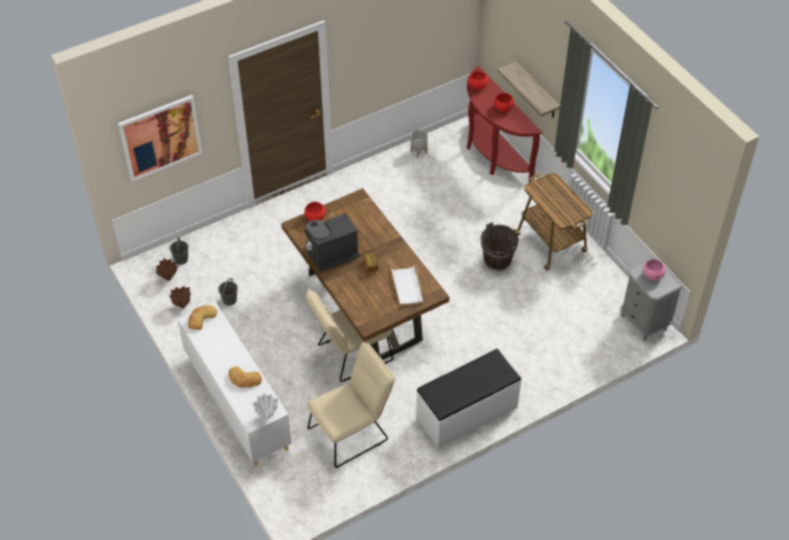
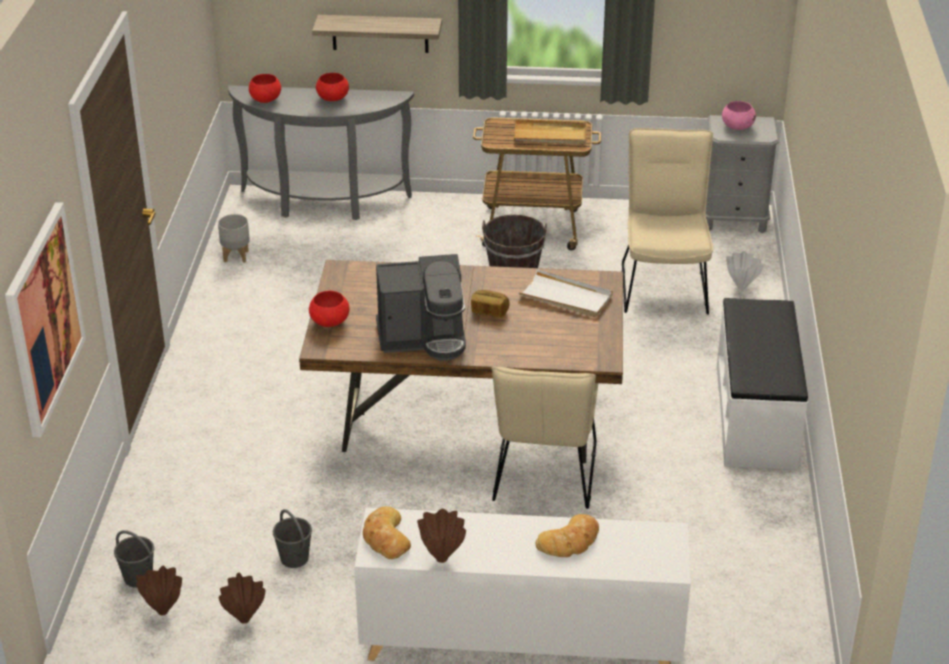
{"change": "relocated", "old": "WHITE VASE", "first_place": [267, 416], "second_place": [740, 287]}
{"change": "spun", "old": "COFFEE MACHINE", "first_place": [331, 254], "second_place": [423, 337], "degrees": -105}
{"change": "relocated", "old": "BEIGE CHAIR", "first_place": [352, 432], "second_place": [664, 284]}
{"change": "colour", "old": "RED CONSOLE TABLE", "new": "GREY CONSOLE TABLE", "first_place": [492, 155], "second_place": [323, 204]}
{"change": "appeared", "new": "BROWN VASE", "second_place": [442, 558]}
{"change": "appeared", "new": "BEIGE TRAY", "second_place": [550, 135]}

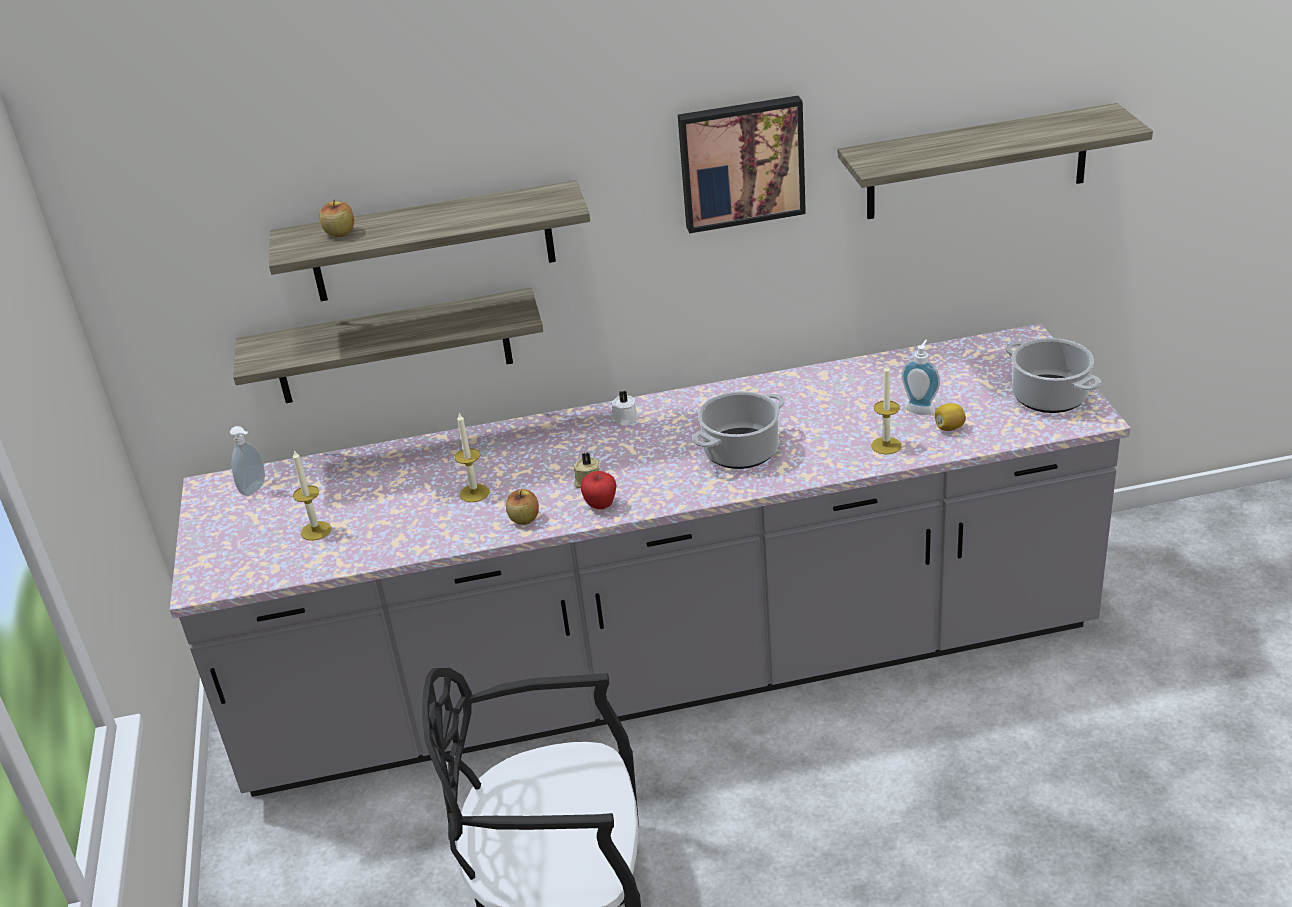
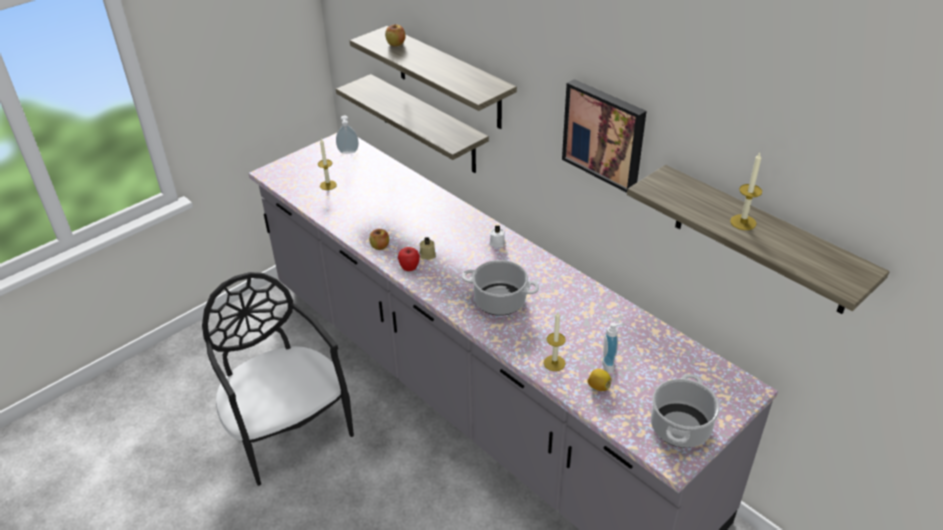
{"change": "relocated", "old": "CANDLE", "first_place": [474, 493], "second_place": [743, 222]}

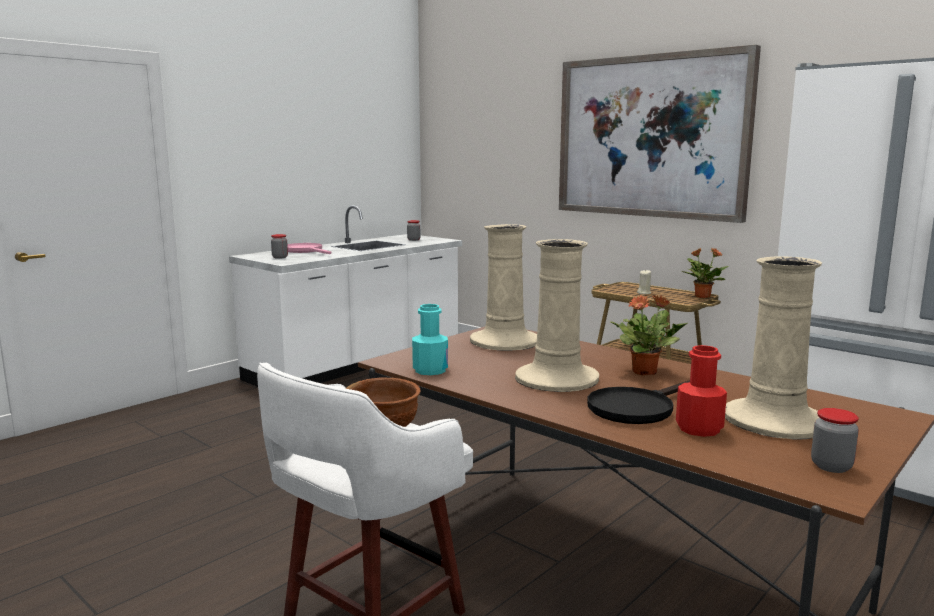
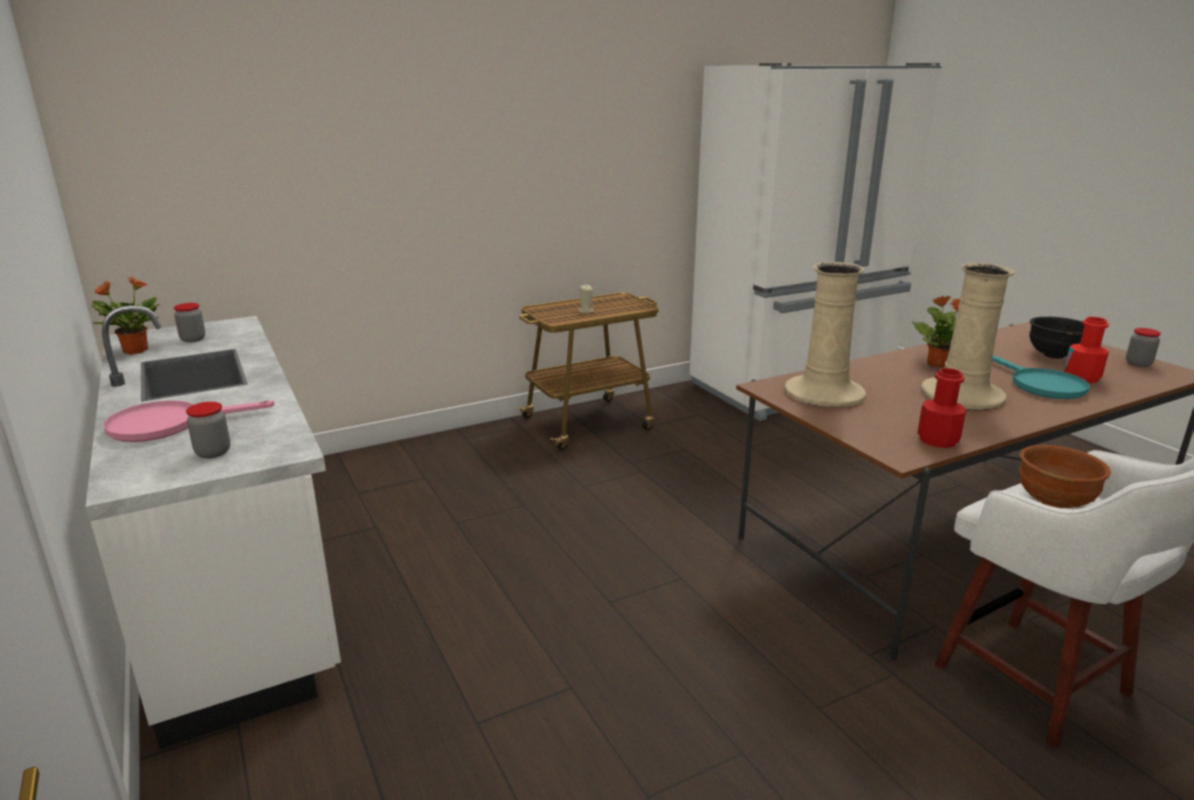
{"change": "colour", "old": "TURQUOISE BOTTLE", "new": "RED BOTTLE", "first_place": [430, 370], "second_place": [938, 440]}
{"change": "missing", "old": "PICTURE", "first_place": [651, 137]}
{"change": "colour", "old": "BLACK FRYING PAN", "new": "TURQUOISE FRYING PAN", "first_place": [637, 408], "second_place": [1039, 384]}
{"change": "relocated", "old": "POTTED PLANT", "first_place": [702, 296], "second_place": [134, 351]}
{"change": "exchanged", "old": "BEIGE VASE", "new": "BLACK BOWL", "first_place": [775, 421], "second_place": [1054, 356]}

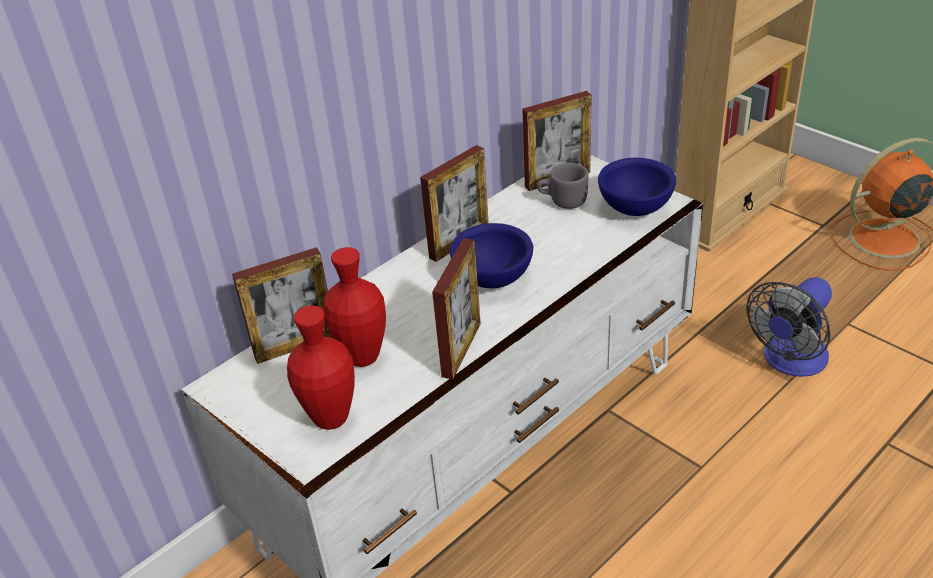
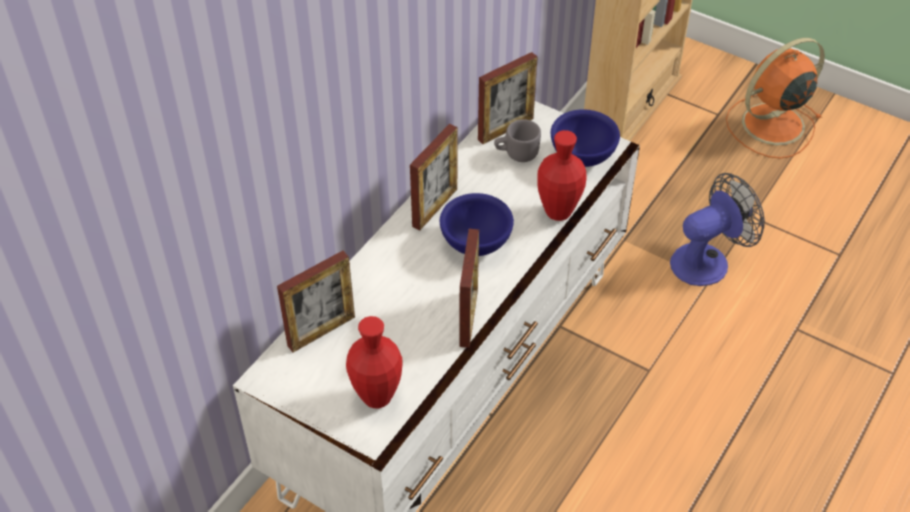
{"change": "relocated", "old": "RED VASE", "first_place": [363, 357], "second_place": [558, 212]}
{"change": "spun", "old": "FAN", "first_place": [790, 361], "second_place": [708, 260], "degrees": -150}

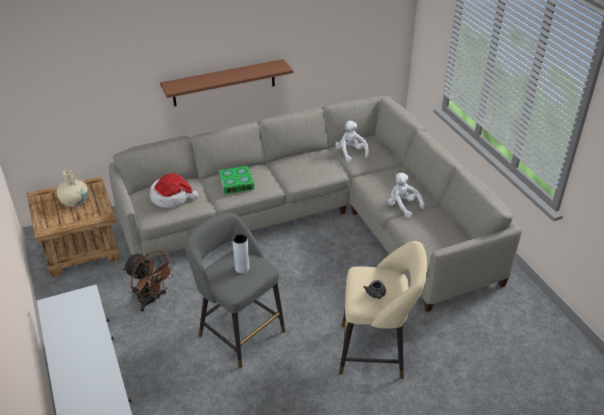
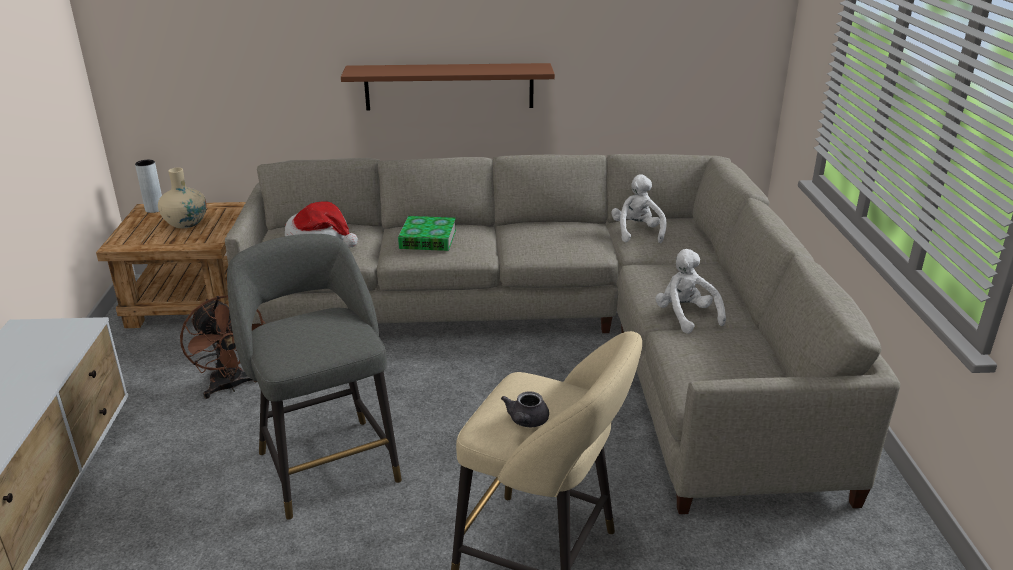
{"change": "relocated", "old": "GREY VASE", "first_place": [242, 268], "second_place": [154, 209]}

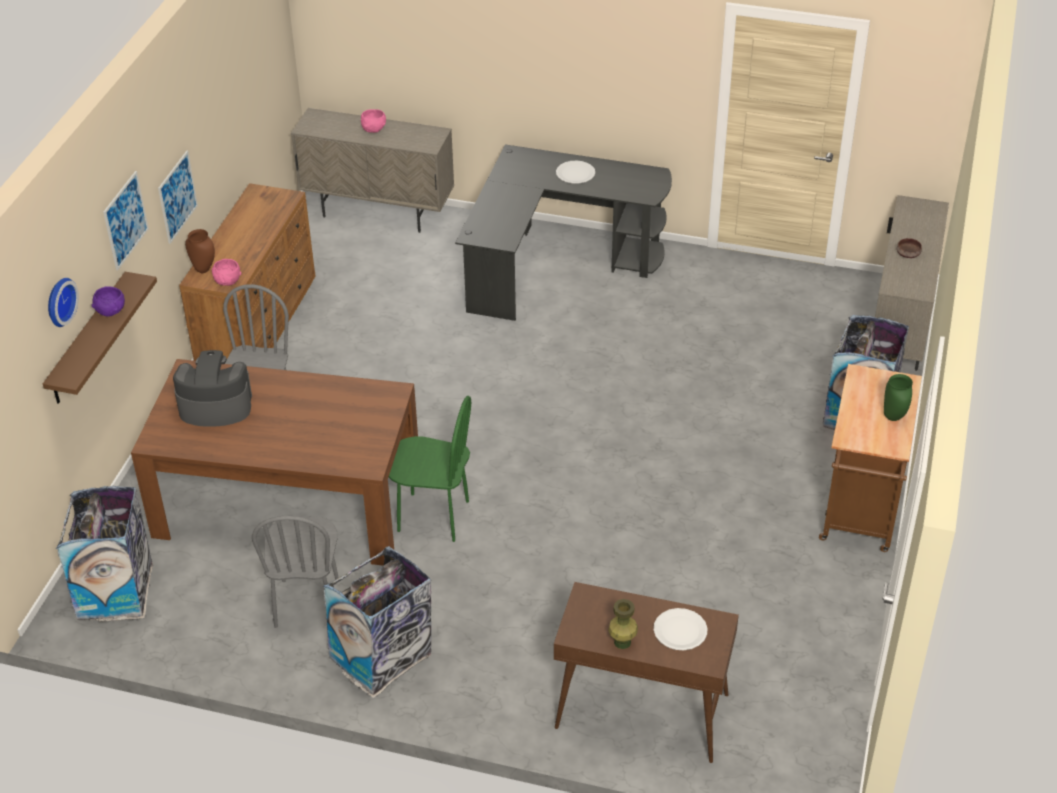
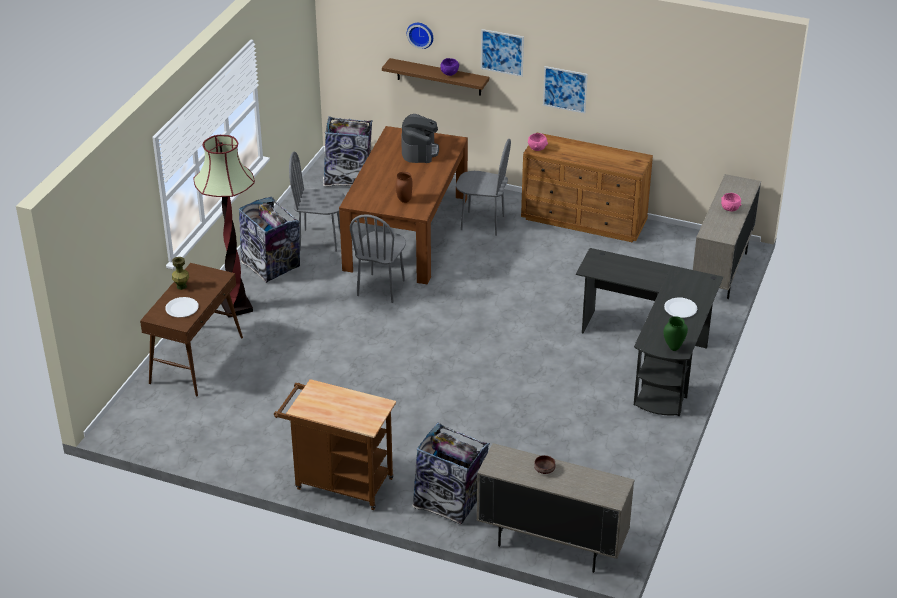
{"change": "relocated", "old": "BROWN VASE", "first_place": [203, 270], "second_place": [404, 200]}
{"change": "colour", "old": "GREEN CHAIR", "new": "GREY CHAIR", "first_place": [433, 516], "second_place": [381, 288]}
{"change": "relocated", "old": "GREEN VASE", "first_place": [894, 417], "second_place": [673, 348]}
{"change": "appeared", "new": "FLOOR LAMP", "second_place": [236, 307]}

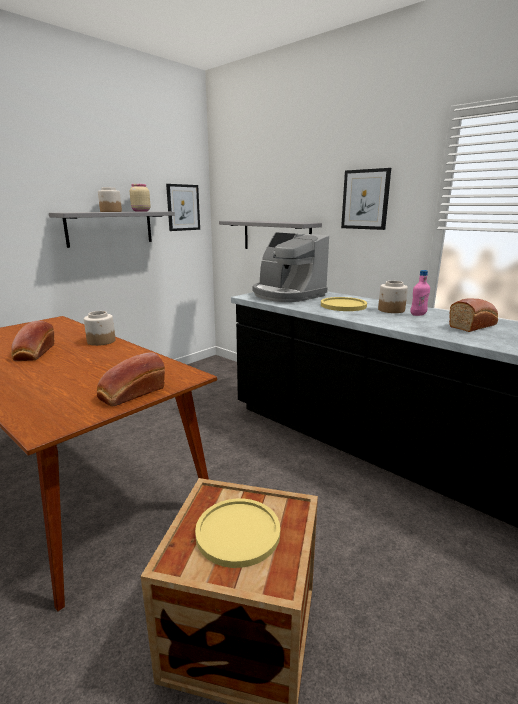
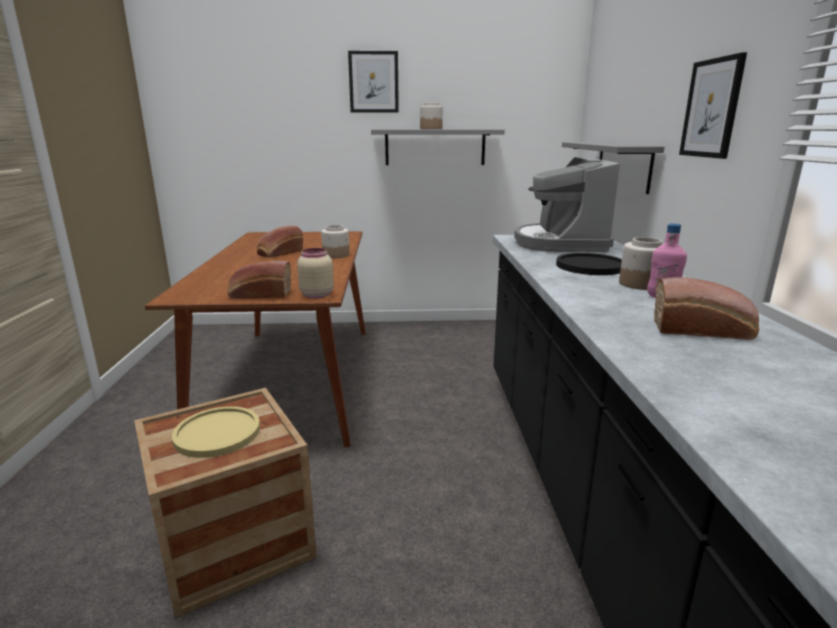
{"change": "relocated", "old": "BEIGE JAR", "first_place": [140, 211], "second_place": [316, 295]}
{"change": "relocated", "old": "PICTURE", "first_place": [183, 207], "second_place": [373, 82]}
{"change": "colour", "old": "YELLOW PLATE", "new": "BLACK PLATE", "first_place": [343, 305], "second_place": [590, 266]}

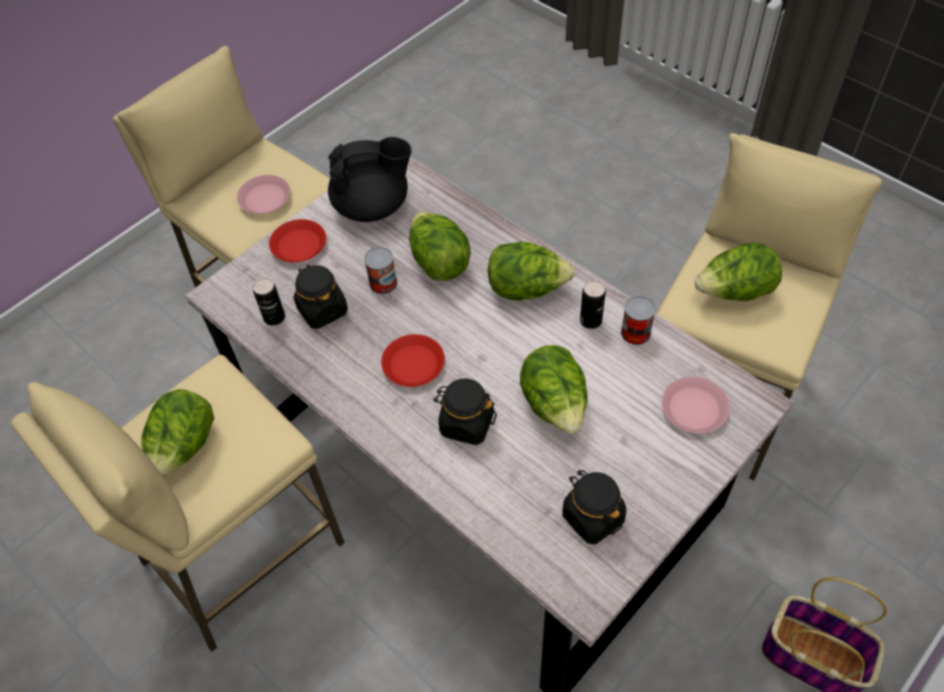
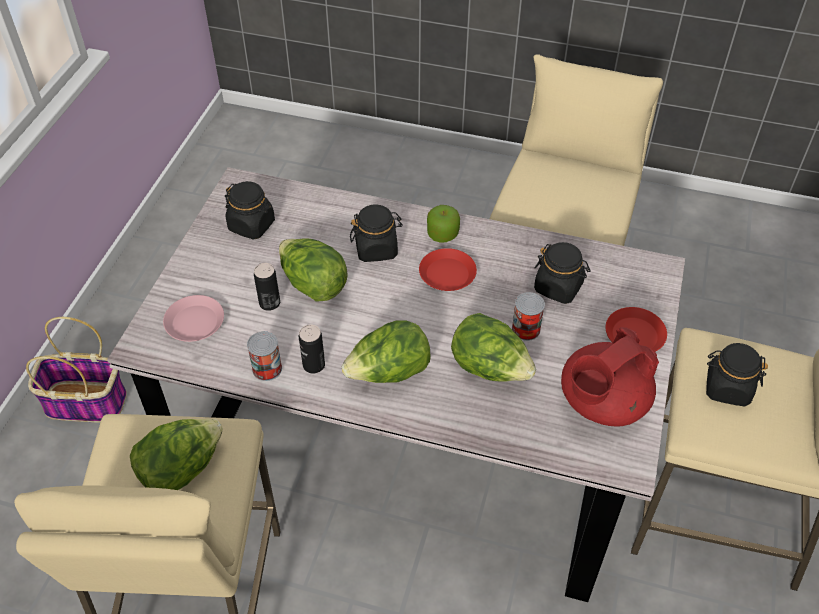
{"change": "missing", "old": "LETTUCE", "first_place": [185, 448]}
{"change": "exchanged", "old": "PINK PLATE", "new": "BLACK JAR", "first_place": [264, 199], "second_place": [727, 388]}
{"change": "relocated", "old": "CAN", "first_place": [274, 317], "second_place": [269, 303]}
{"change": "colour", "old": "BLACK TEAPOT", "new": "RED TEAPOT", "first_place": [373, 206], "second_place": [601, 403]}
{"change": "appeared", "new": "APPLE", "second_place": [442, 234]}

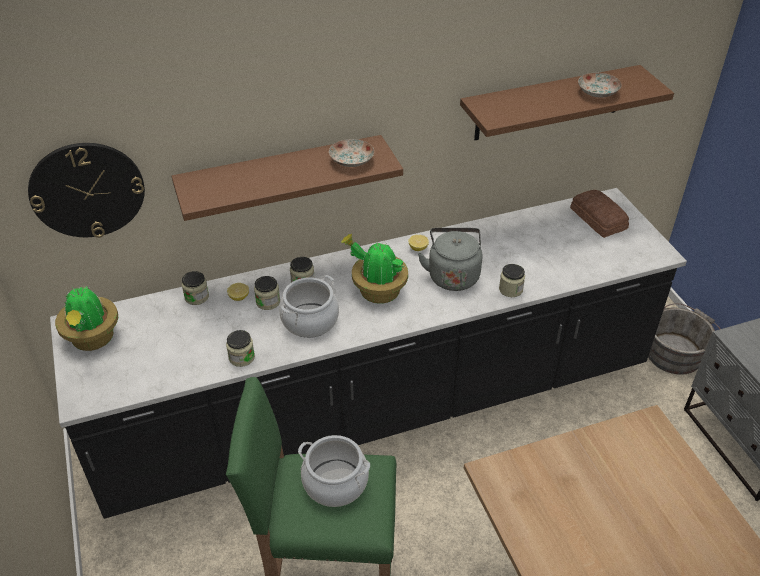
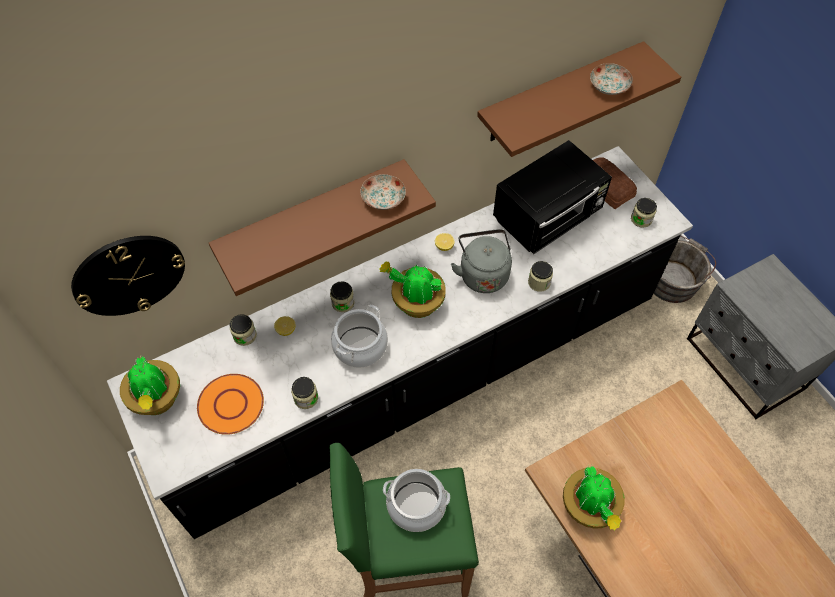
{"change": "relocated", "old": "JAR", "first_place": [268, 302], "second_place": [641, 219]}
{"change": "appeared", "new": "ORANGE PLATE", "second_place": [231, 405]}
{"change": "appeared", "new": "BLACK MICROWAVE", "second_place": [548, 217]}
{"change": "appeared", "new": "POTTED PLANT", "second_place": [589, 508]}

